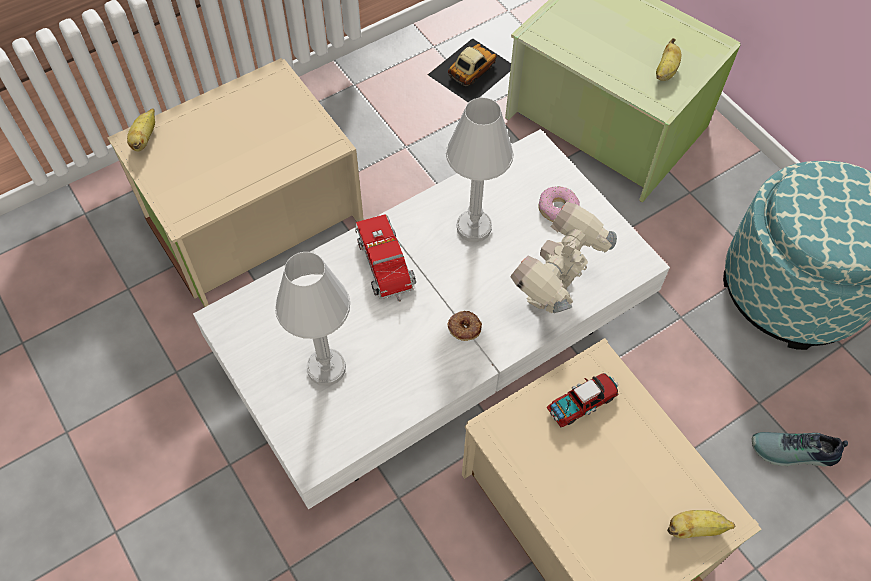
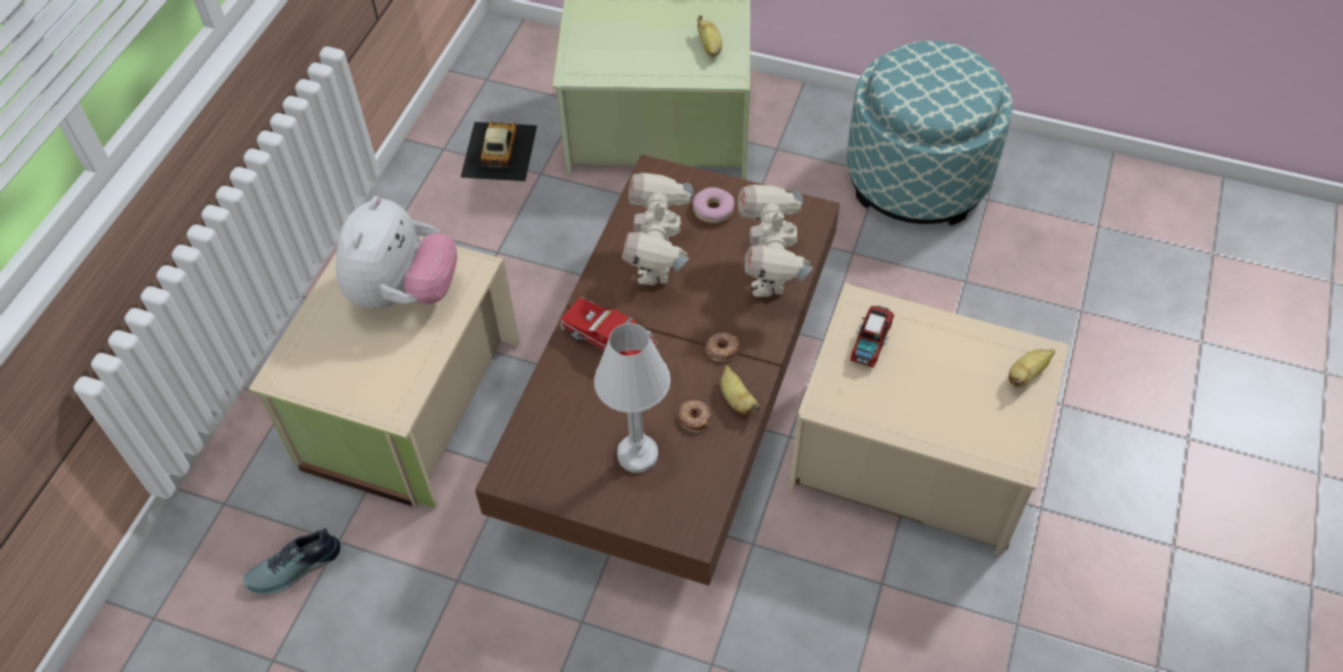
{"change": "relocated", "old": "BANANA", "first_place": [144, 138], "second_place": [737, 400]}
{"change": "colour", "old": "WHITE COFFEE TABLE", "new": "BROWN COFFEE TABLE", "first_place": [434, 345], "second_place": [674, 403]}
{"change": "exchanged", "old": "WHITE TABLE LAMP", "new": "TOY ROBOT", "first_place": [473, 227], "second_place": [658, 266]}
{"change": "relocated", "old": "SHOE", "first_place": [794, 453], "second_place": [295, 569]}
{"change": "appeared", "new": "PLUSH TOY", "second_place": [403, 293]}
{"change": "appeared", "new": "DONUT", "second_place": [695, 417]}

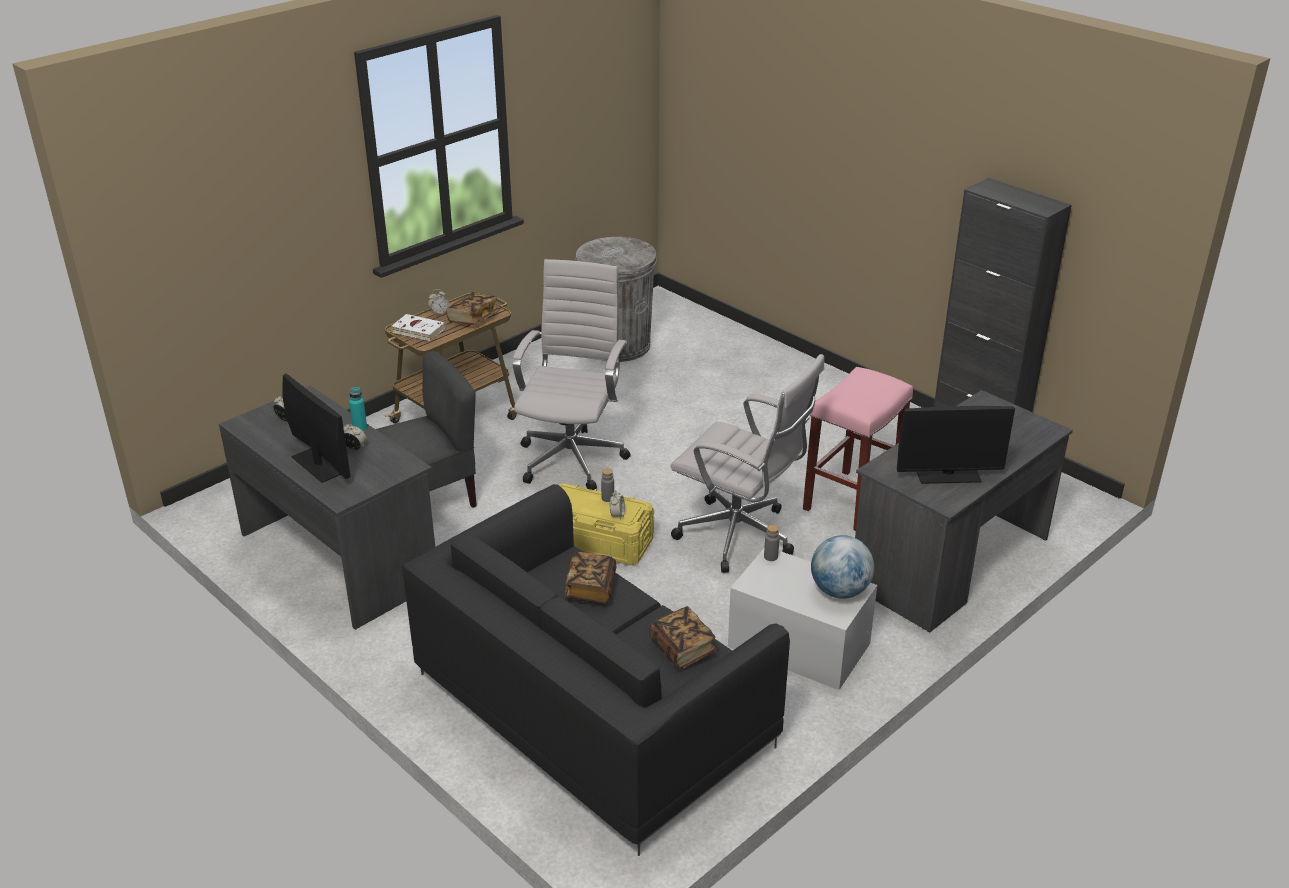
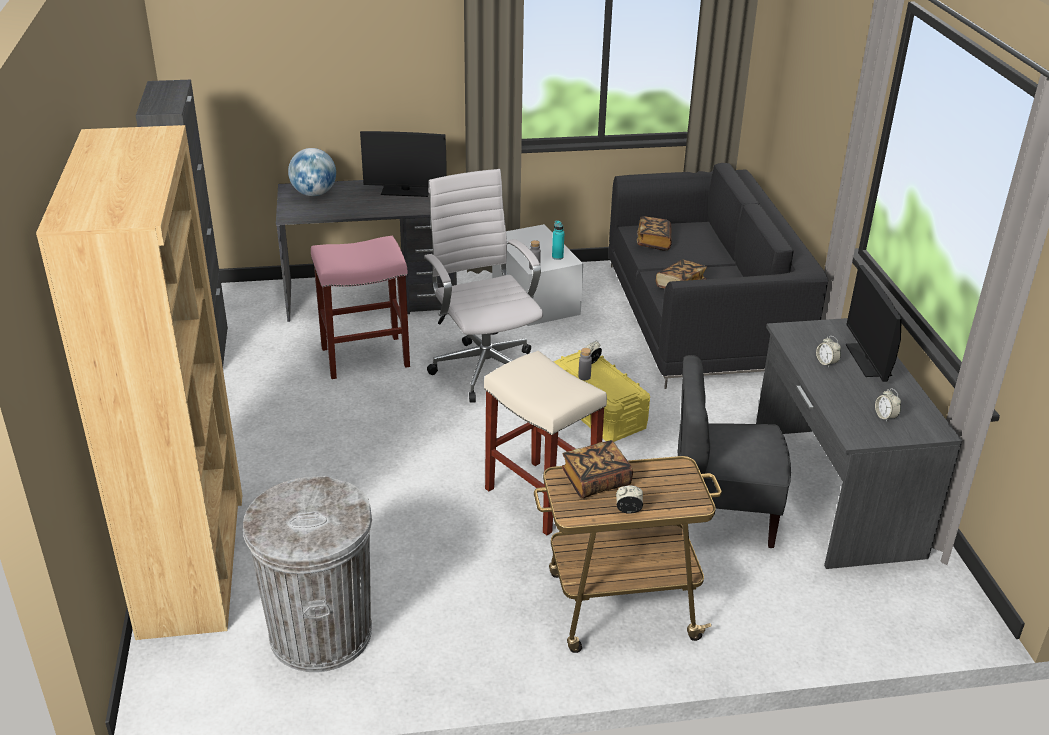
{"change": "relocated", "old": "TURQUOISE BOTTLE", "first_place": [360, 429], "second_place": [557, 257]}
{"change": "missing", "old": "WHITE BOOK", "first_place": [417, 330]}
{"change": "exchanged", "old": "WHITE OFFICE CHAIR", "new": "BEIGE STOOL", "first_place": [573, 457], "second_place": [539, 496]}
{"change": "relocated", "old": "GLOBE", "first_place": [839, 591], "second_place": [314, 194]}
{"change": "spun", "old": "MONITOR", "first_place": [948, 475], "second_place": [405, 191], "degrees": 150}
{"change": "appeared", "new": "BROWN BOOKCASE", "second_place": [192, 561]}

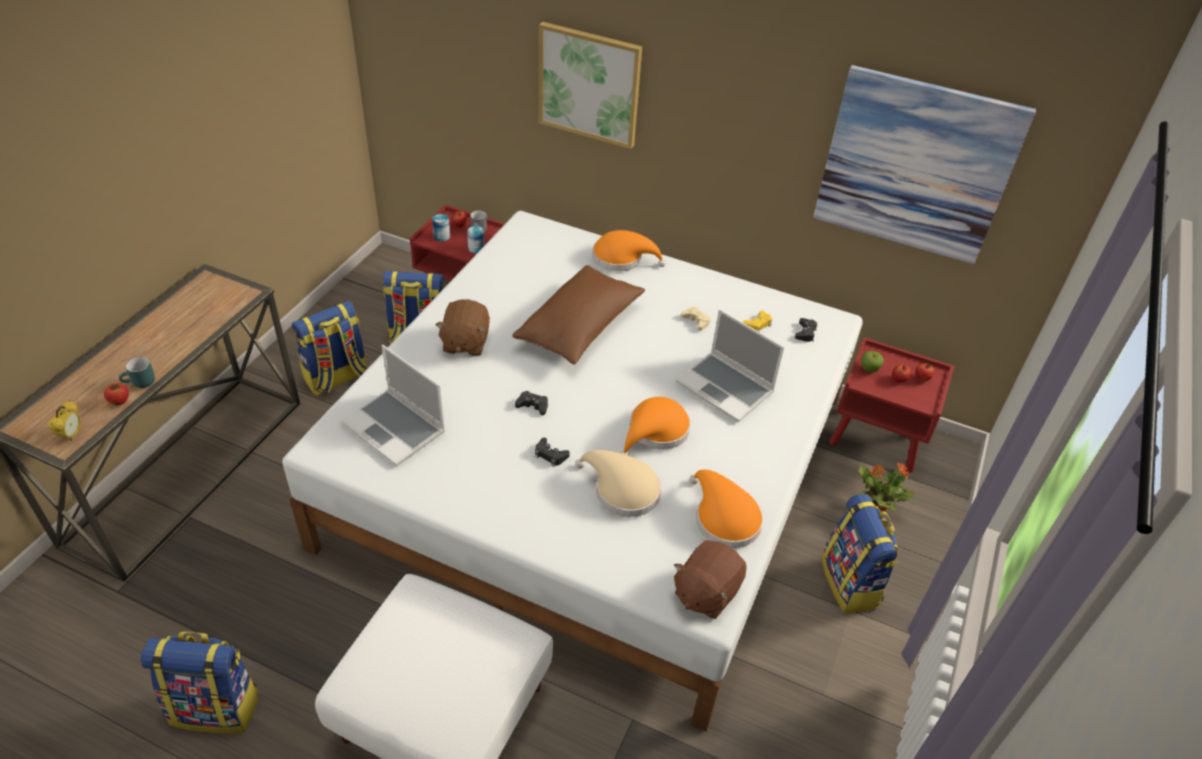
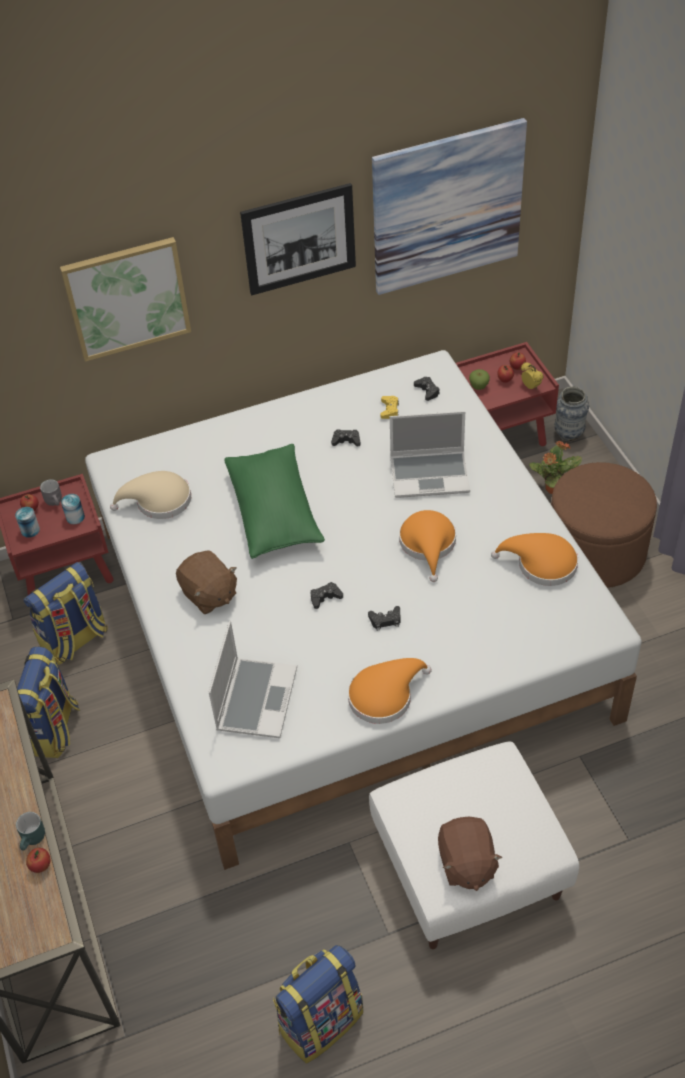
{"change": "relocated", "old": "ALARM CLOCK", "first_place": [72, 435], "second_place": [530, 387]}
{"change": "spun", "old": "LAPTOP", "first_place": [396, 428], "second_place": [256, 698], "degrees": -75}
{"change": "colour", "old": "BROWN PILLOW", "new": "GREEN PILLOW", "first_place": [580, 327], "second_place": [274, 512]}
{"change": "relocated", "old": "BEIGE HAT", "first_place": [622, 490], "second_place": [158, 501]}
{"change": "relocated", "old": "ORANGE HAT", "first_place": [622, 258], "second_place": [384, 695]}
{"change": "relocated", "old": "BROWN PLUSH TOY", "first_place": [705, 592], "second_place": [466, 864]}
{"change": "colour", "old": "BEIGE GAME CONTROLLER", "new": "BLACK GAME CONTROLLER", "first_place": [696, 321], "second_place": [346, 441]}
{"change": "exchanged", "old": "BACKPACK", "new": "BROWN OTTOMAN", "first_place": [851, 583], "second_place": [595, 552]}
{"change": "appeared", "new": "PICTURE", "second_place": [299, 239]}
{"change": "appeared", "new": "VASE", "second_place": [568, 434]}

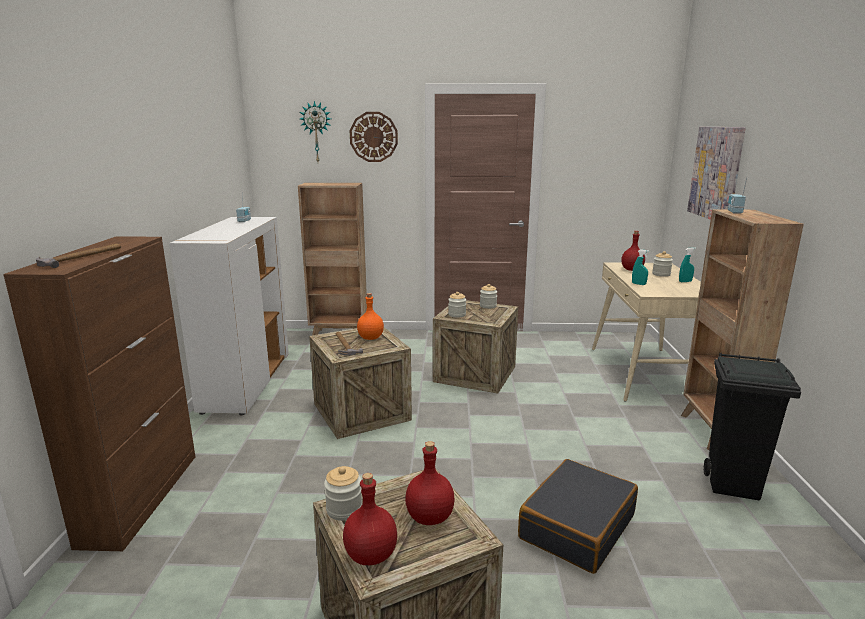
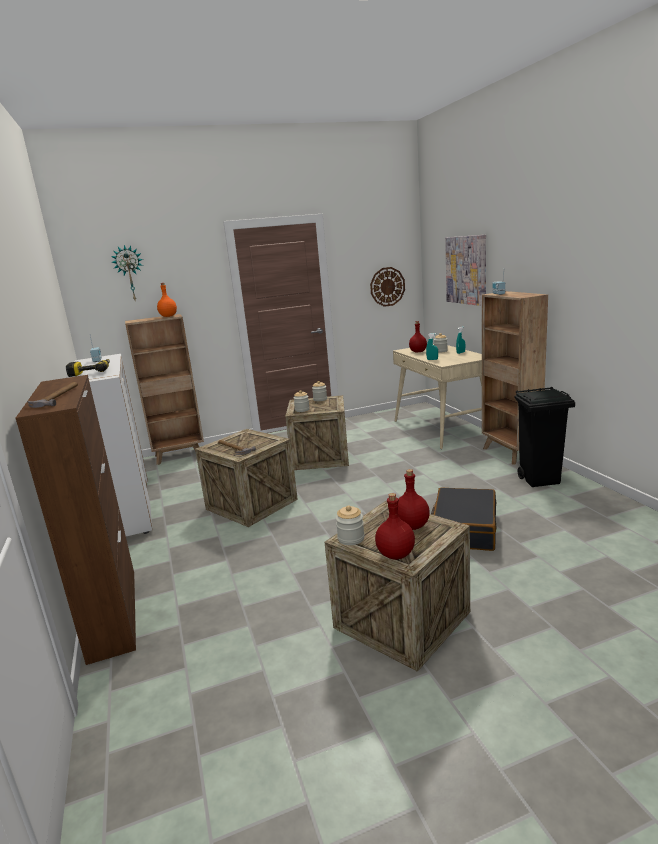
{"change": "relocated", "old": "WALL CLOCK", "first_place": [373, 137], "second_place": [387, 286]}
{"change": "relocated", "old": "ORANGE BOTTLE", "first_place": [371, 337], "second_place": [168, 316]}
{"change": "appeared", "new": "POWER DRILL", "second_place": [91, 372]}

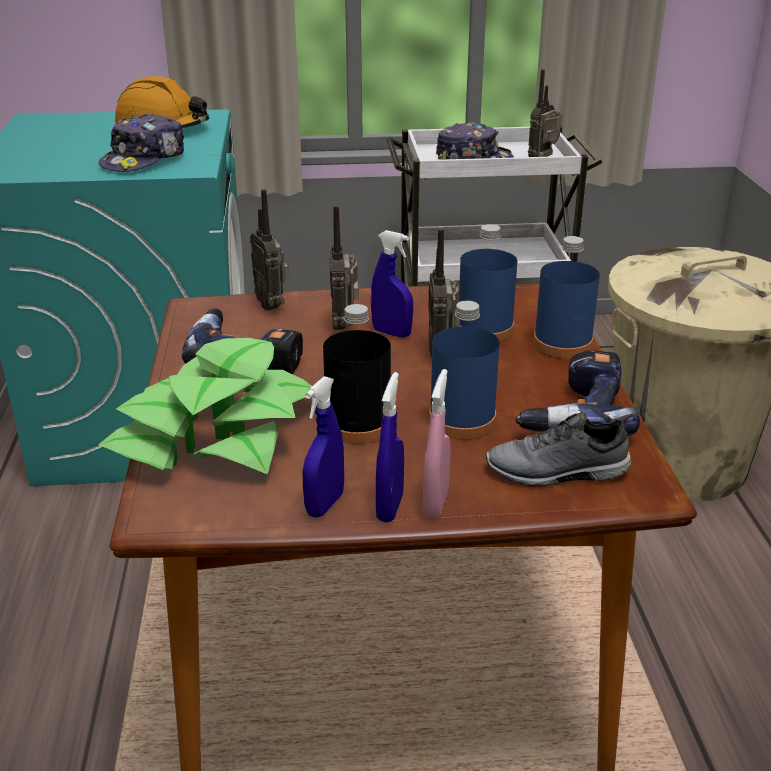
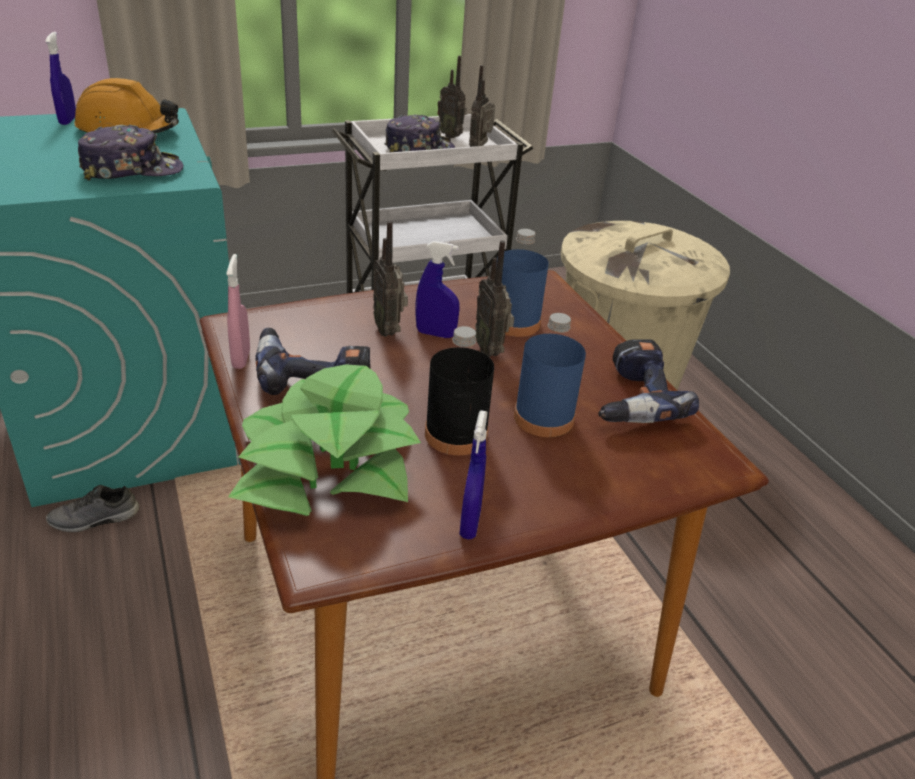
{"change": "spun", "old": "CAP", "first_place": [145, 160], "second_place": [132, 170], "degrees": -120}
{"change": "relocated", "old": "RADIO", "first_place": [272, 305], "second_place": [451, 136]}
{"change": "relocated", "old": "BLUE SPRAY BOTTLE", "first_place": [390, 507], "second_place": [68, 120]}
{"change": "relocated", "old": "PINK SPRAY BOTTLE", "first_place": [435, 504], "second_place": [241, 359]}
{"change": "relocated", "old": "GREY SHOE", "first_place": [557, 472], "second_place": [94, 520]}
{"change": "missing", "old": "BLUE BOTTLE", "first_place": [562, 344]}

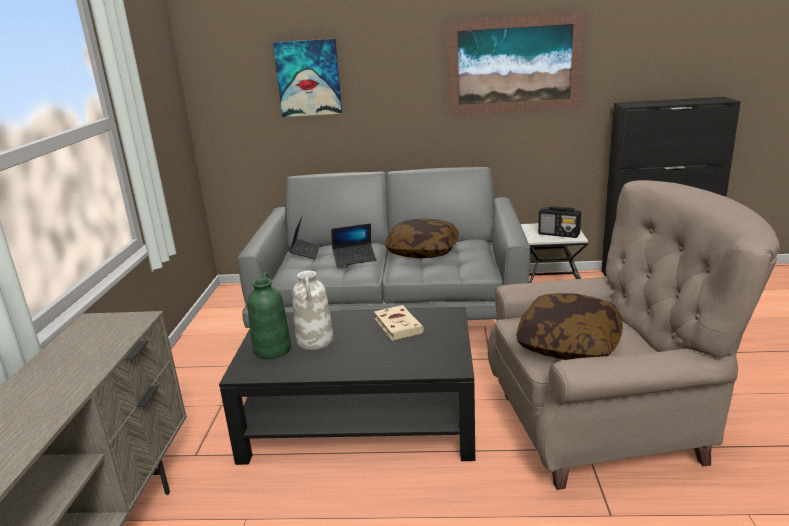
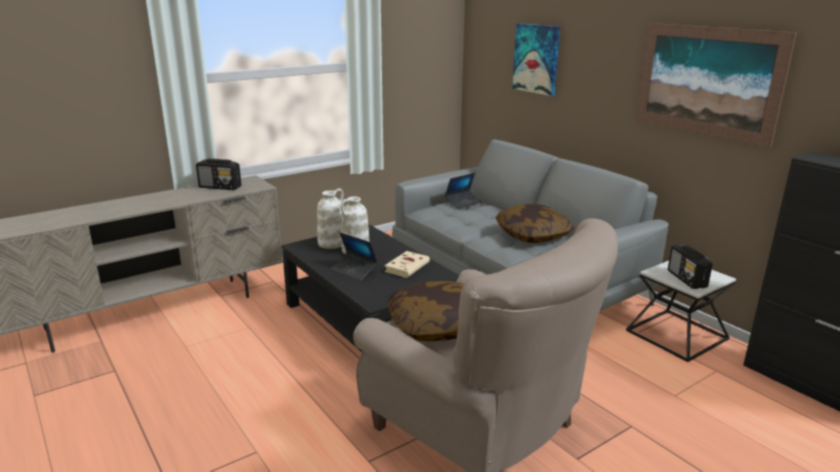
{"change": "colour", "old": "GREEN VASE", "new": "WHITE VASE", "first_place": [272, 349], "second_place": [331, 243]}
{"change": "relocated", "old": "LAPTOP", "first_place": [354, 259], "second_place": [354, 271]}
{"change": "appeared", "new": "RADIO", "second_place": [220, 187]}

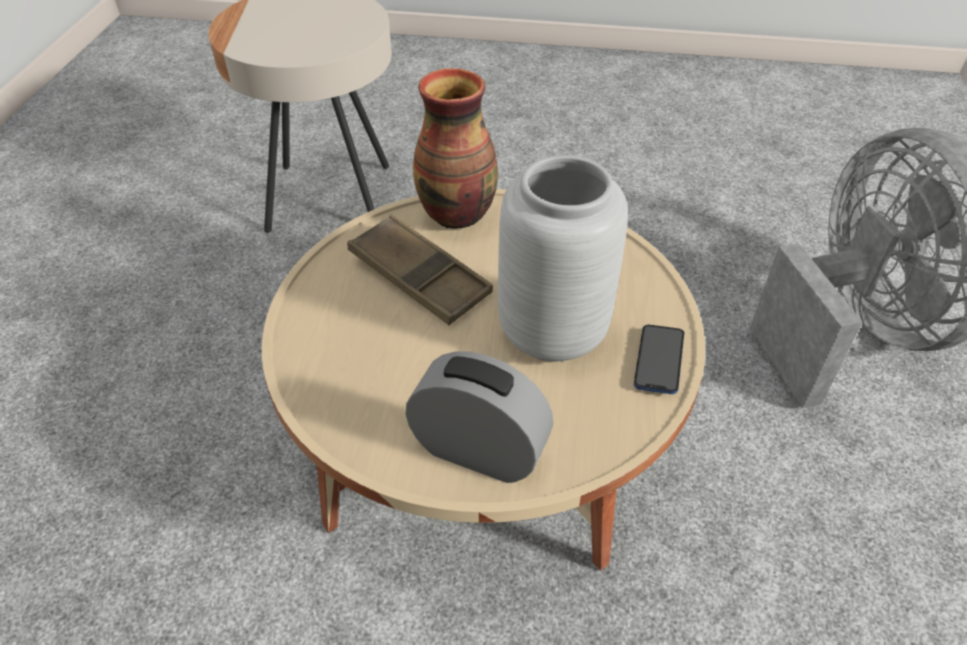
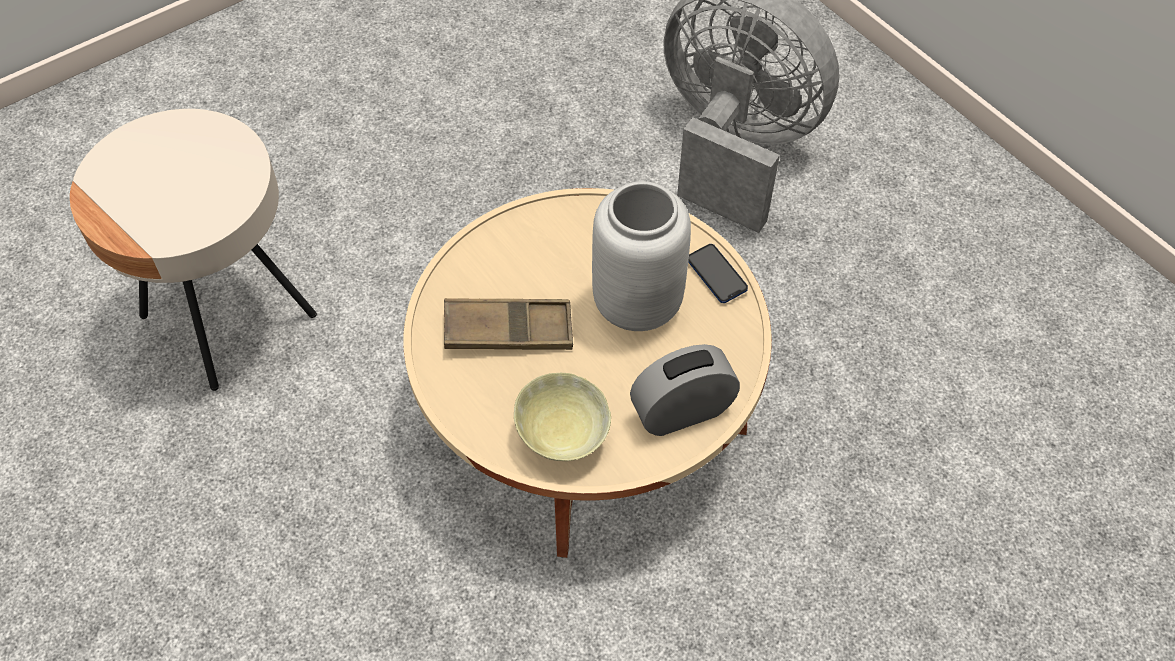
{"change": "missing", "old": "VASE", "first_place": [458, 214]}
{"change": "appeared", "new": "BEIGE BOWL", "second_place": [562, 438]}

